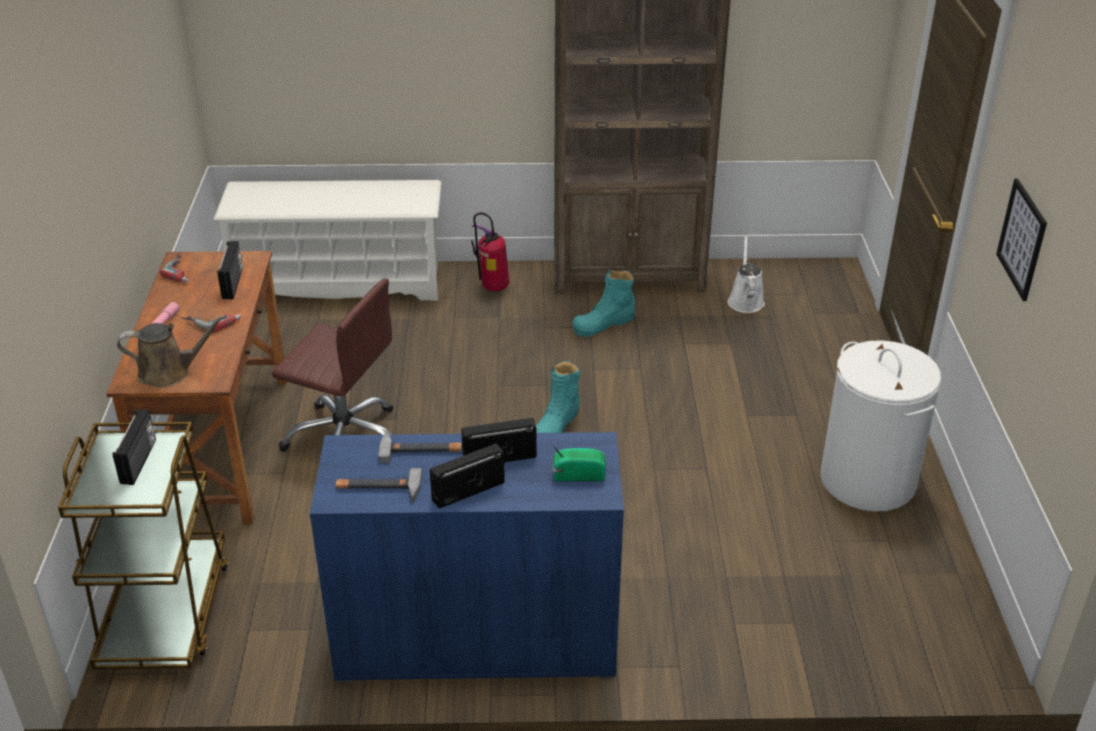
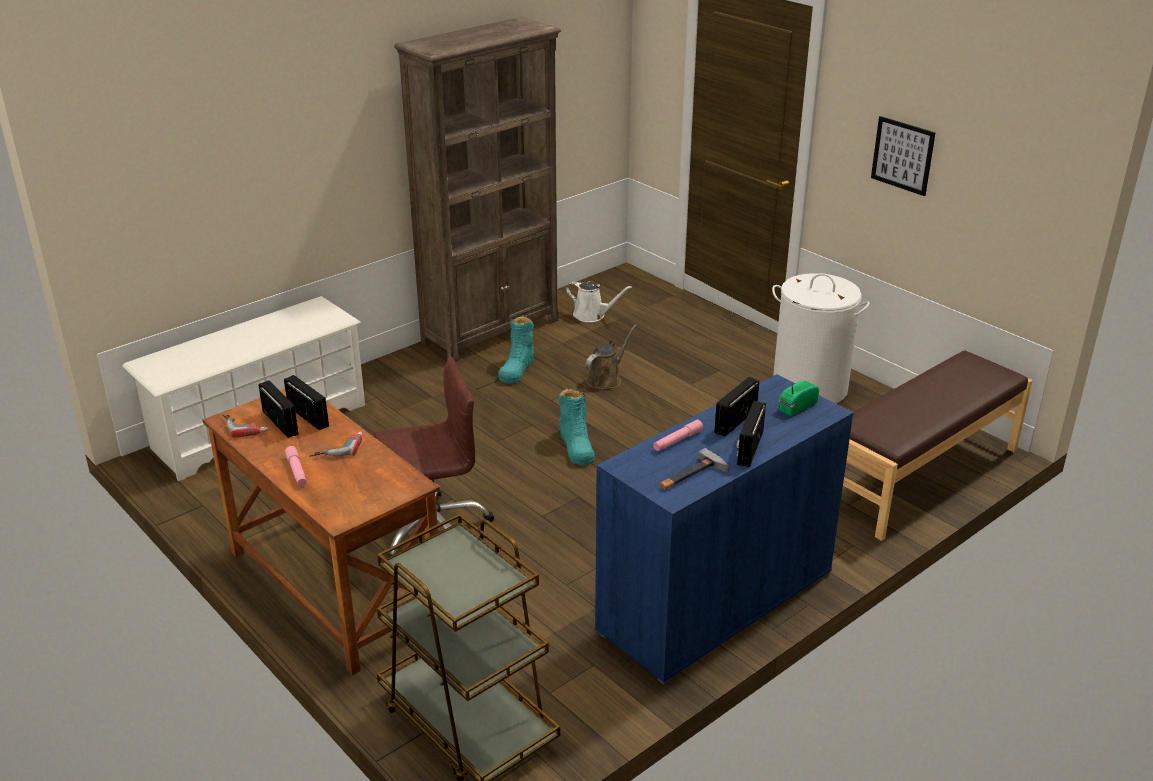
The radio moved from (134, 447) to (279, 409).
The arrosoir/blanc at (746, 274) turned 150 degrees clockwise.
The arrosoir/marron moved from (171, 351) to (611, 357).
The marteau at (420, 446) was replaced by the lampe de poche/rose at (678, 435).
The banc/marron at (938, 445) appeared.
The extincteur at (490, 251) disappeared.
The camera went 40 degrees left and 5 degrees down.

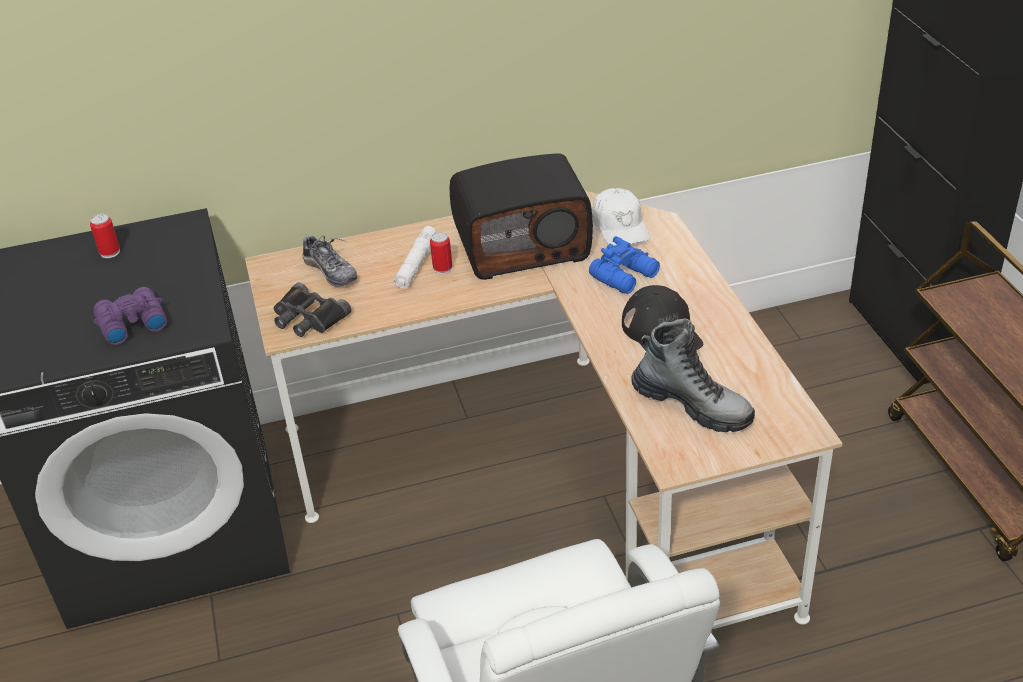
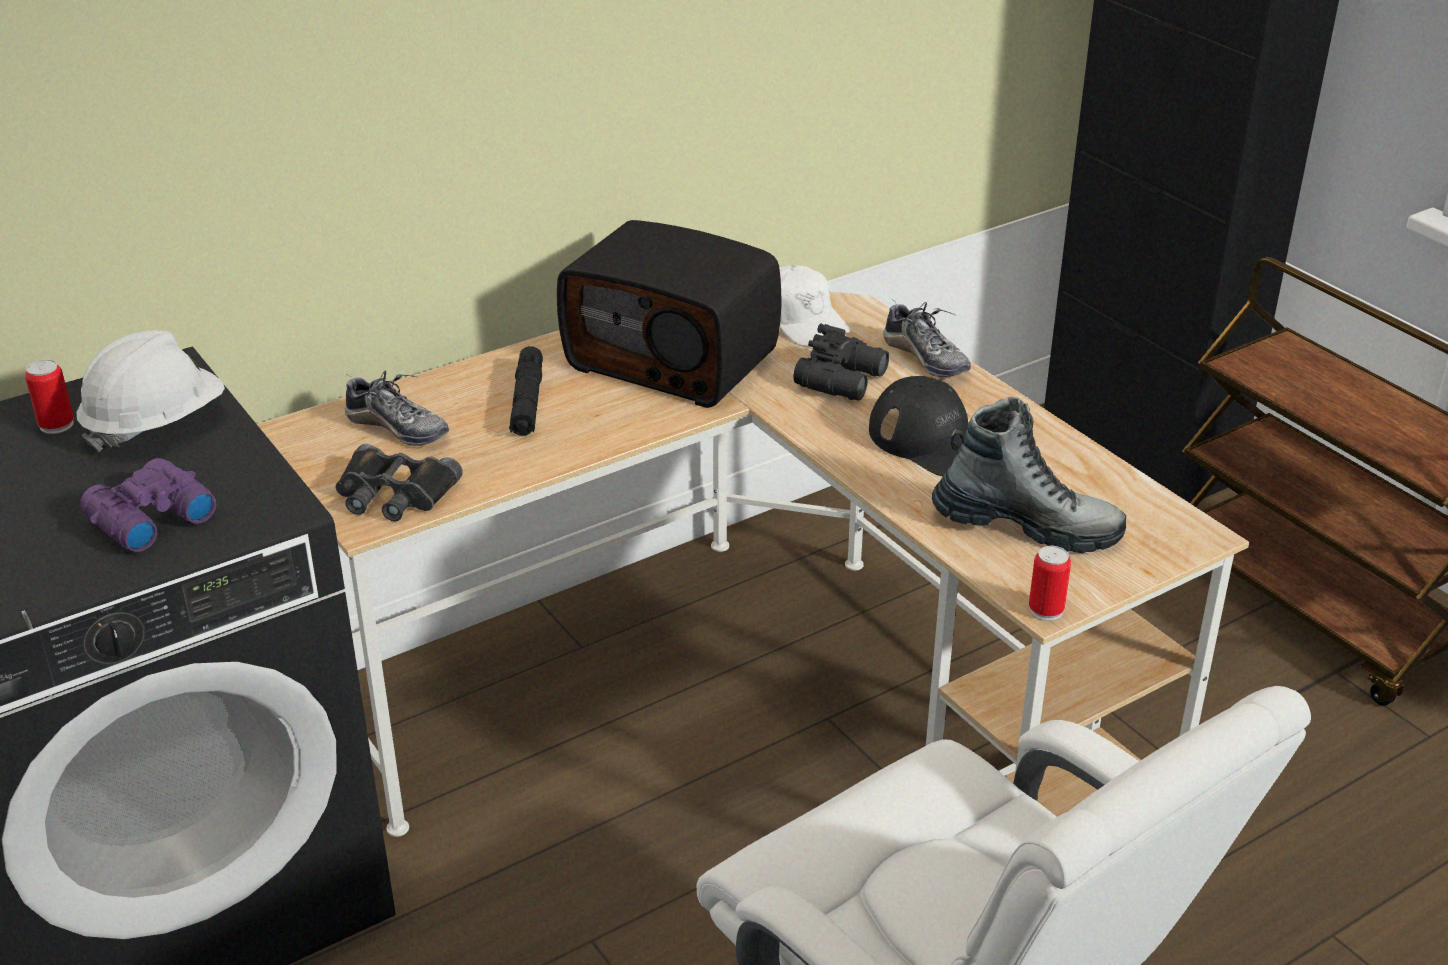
The casque de chantier/blanc at (150, 391) appeared.
The lampe de poche/blanc at (415, 257) became the lampe de poche/noir at (526, 390).
The radio at (521, 216) turned 60 degrees clockwise.
The jumelles/bleu at (624, 265) became the jumelles/noir at (841, 362).
The chaussure at (927, 338) appeared.
The boîte métallique moved from (441, 253) to (1050, 583).
The camera went 20 degrees left and 5 degrees down.

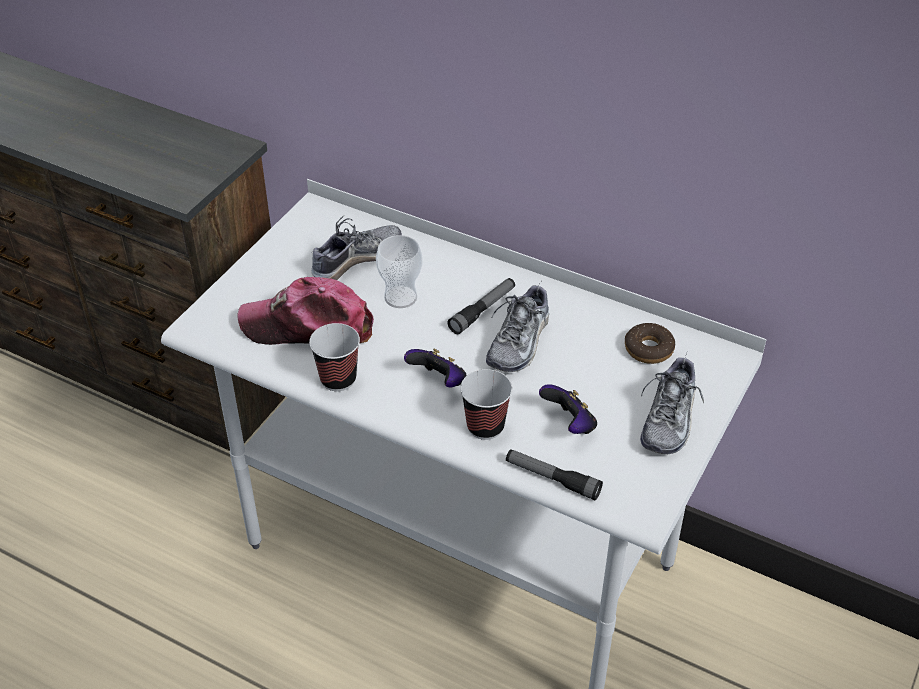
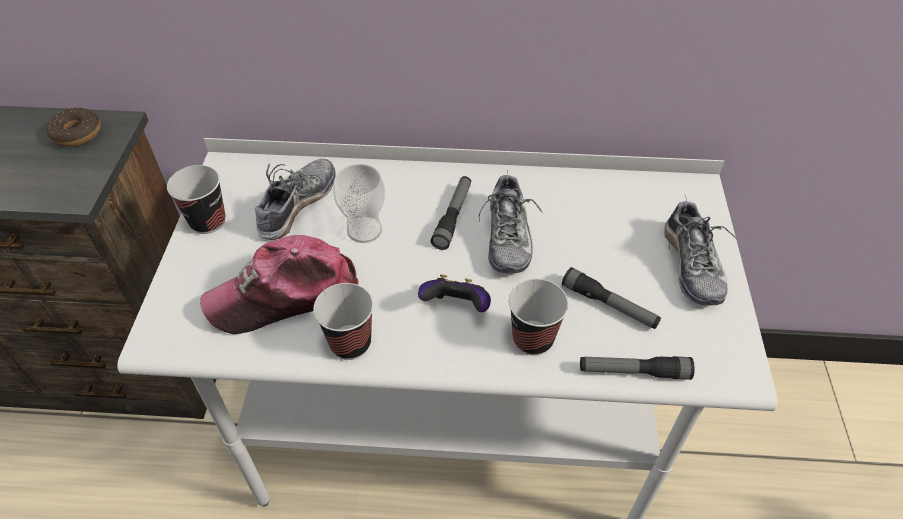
The beignet moved from (650, 343) to (73, 127).
The tasse at (196, 199) appeared.
The manette at (568, 409) was replaced by the lampe de poche at (611, 298).
The camera went 25 degrees left and 5 degrees up.

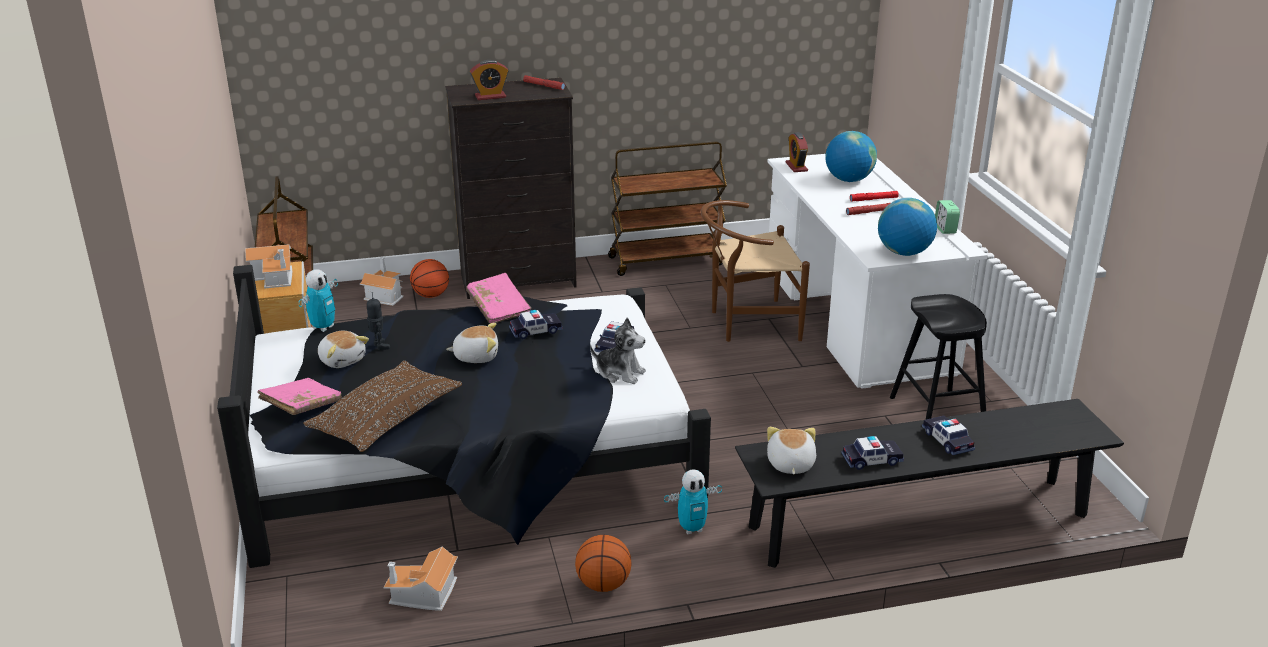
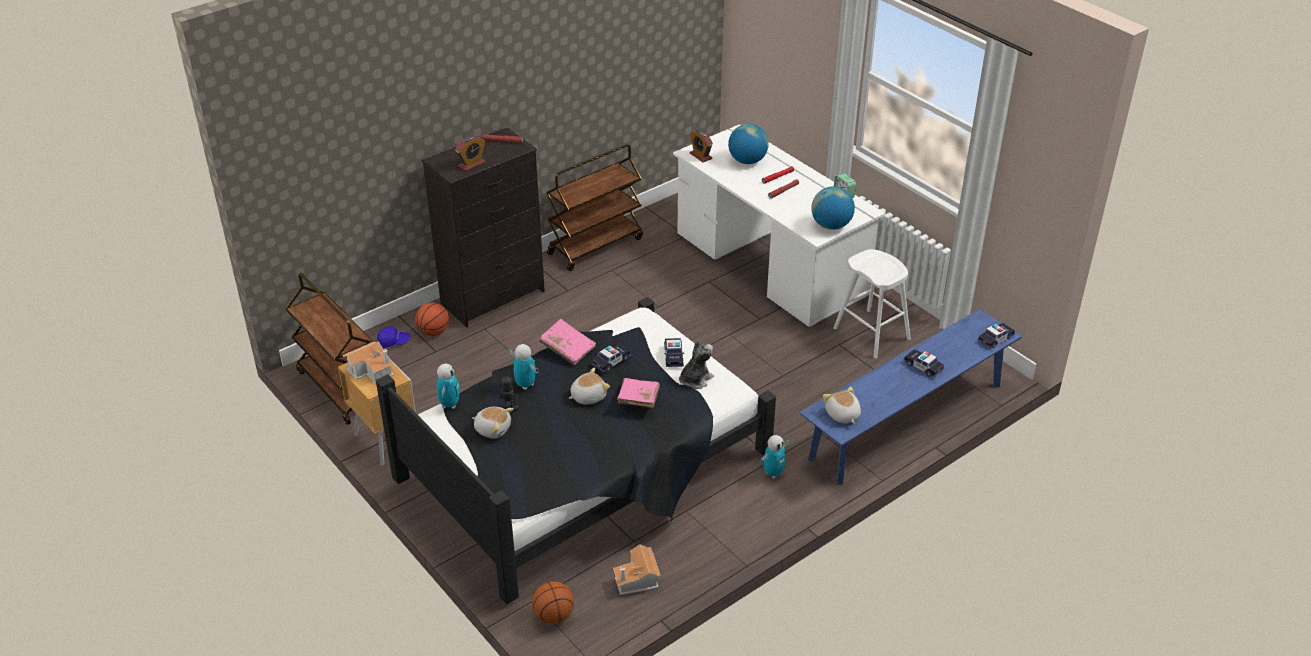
The maison miniature at (382, 281) was replaced by the casquette/bleu at (393, 337).
The robot jouet at (524, 367) appeared.
The ballon de basket moved from (603, 563) to (553, 602).
The livre/rose moved from (299, 396) to (638, 393).
The peluche at (618, 351) turned 45 degrees counterclockwise.
The banc/noir at (929, 483) became the banc/bleu at (910, 396).
The tabouret/noir at (938, 357) became the tabouret/blanc at (872, 303).
The petite voiture moved from (873, 453) to (996, 335).
The coussin/marron at (383, 406) disappeared.
The chaise/marron at (755, 271) disappeared.
The camera went 25 degrees left and 10 degrees up.

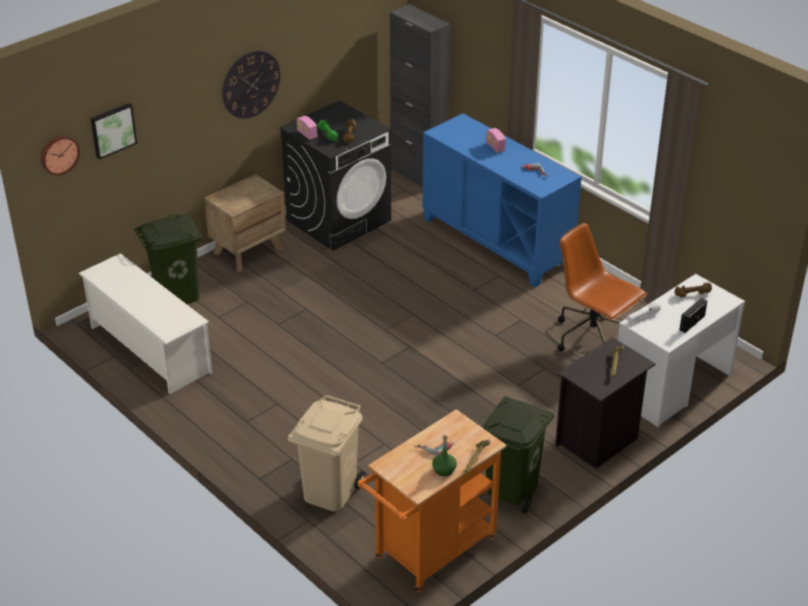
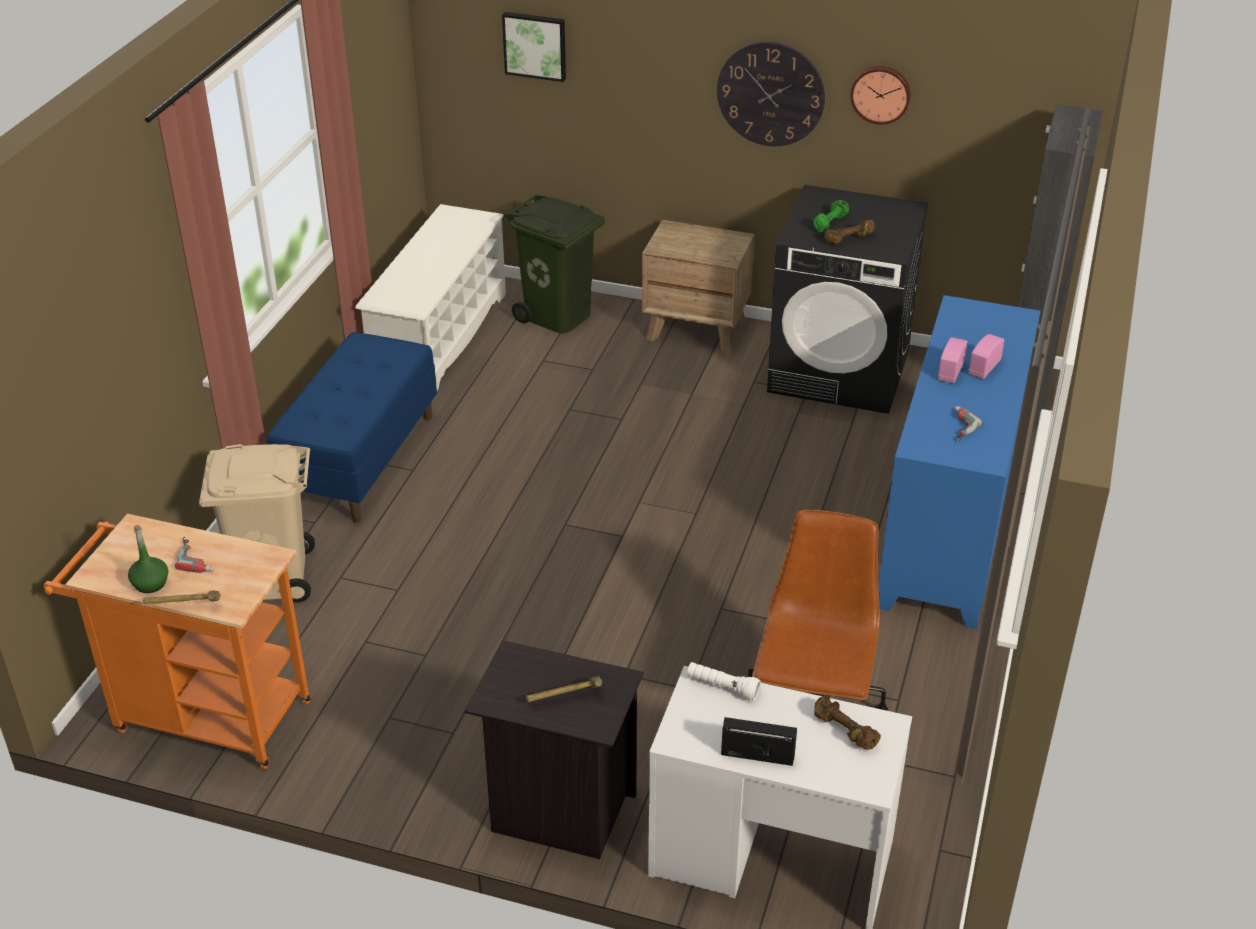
The banc/bleu at (352, 427) appeared.
The horloge murale moved from (60, 155) to (880, 95).
The radio moved from (307, 128) to (953, 360).
The poubelle/vert at (517, 455) disappeared.
The camera went 60 degrees right and 0 degrees up.

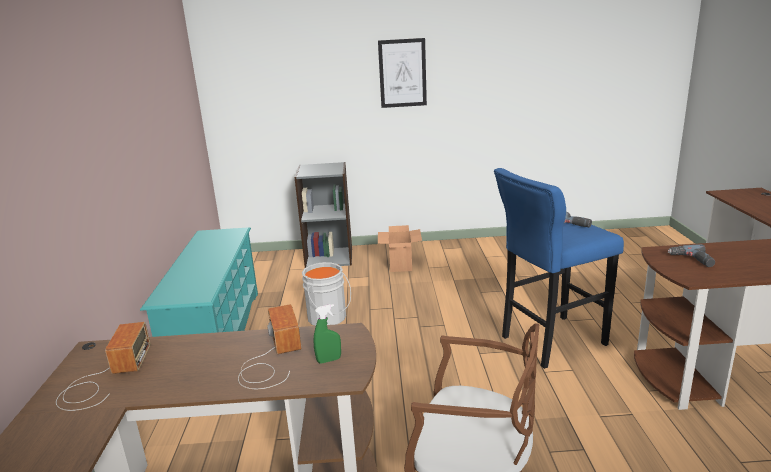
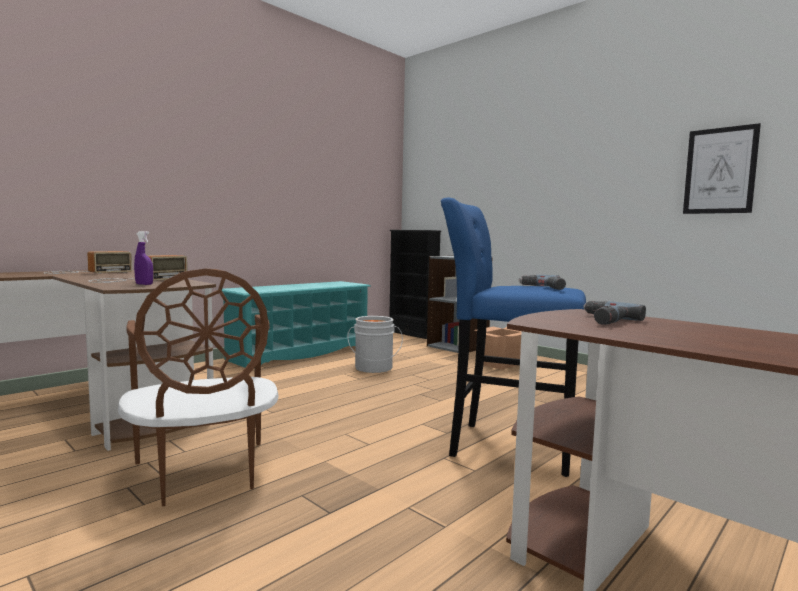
The vaporisateur/vert at (327, 334) became the vaporisateur/violet at (143, 258).
The bibliothèque/noir at (415, 284) appeared.
The tableau moved from (402, 73) to (722, 168).
The camera went 45 degrees right and 15 degrees down.

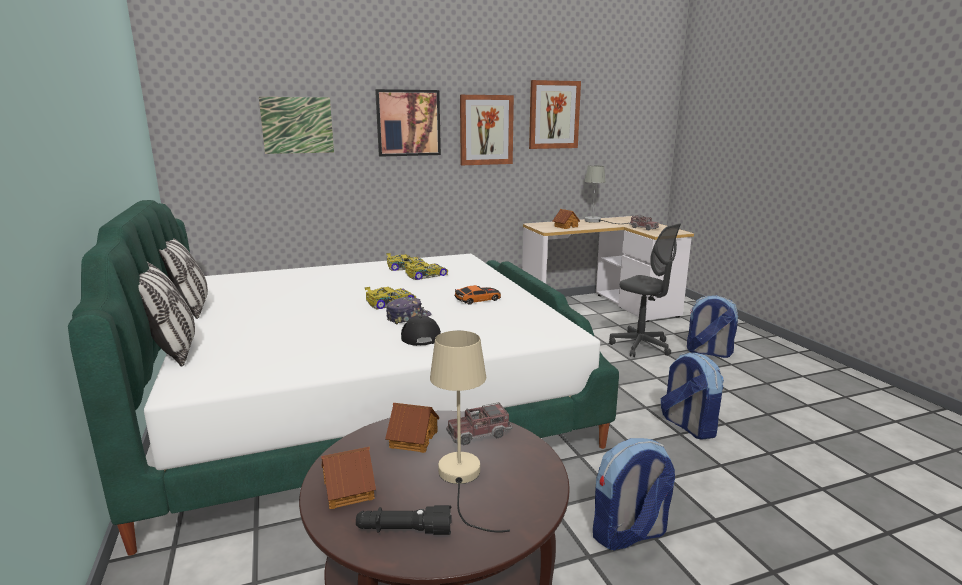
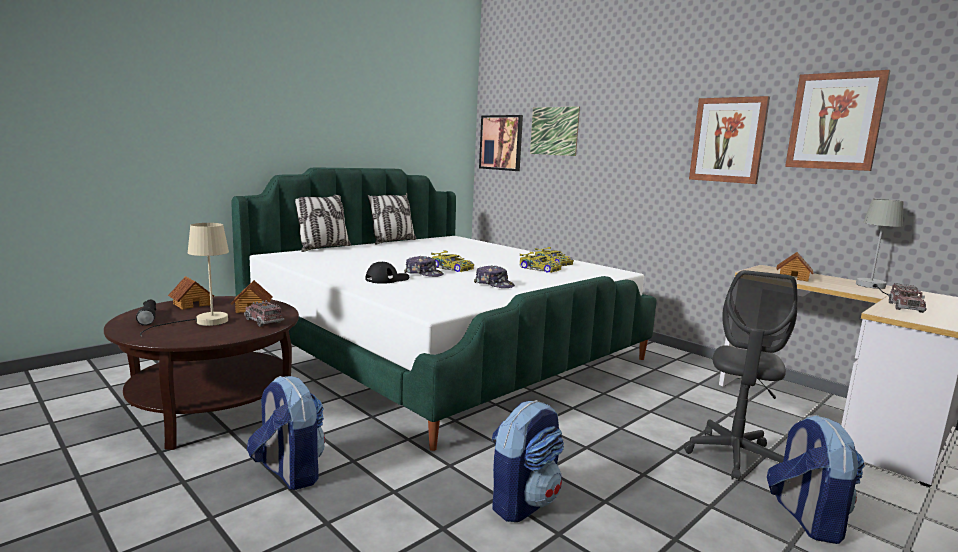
The petite voiture at (477, 295) was replaced by the casquette at (494, 276).
The tableau moved from (408, 123) to (501, 143).
The camera went 65 degrees right and 5 degrees down.

